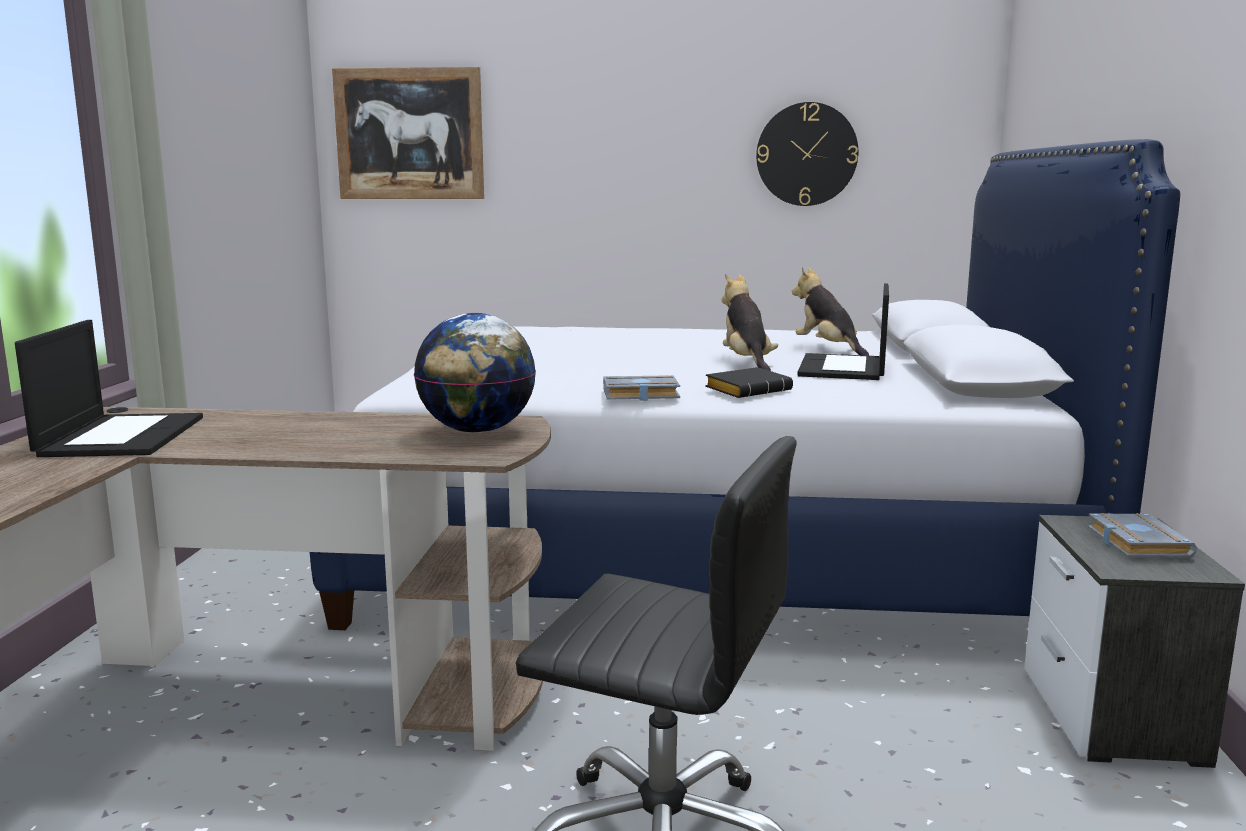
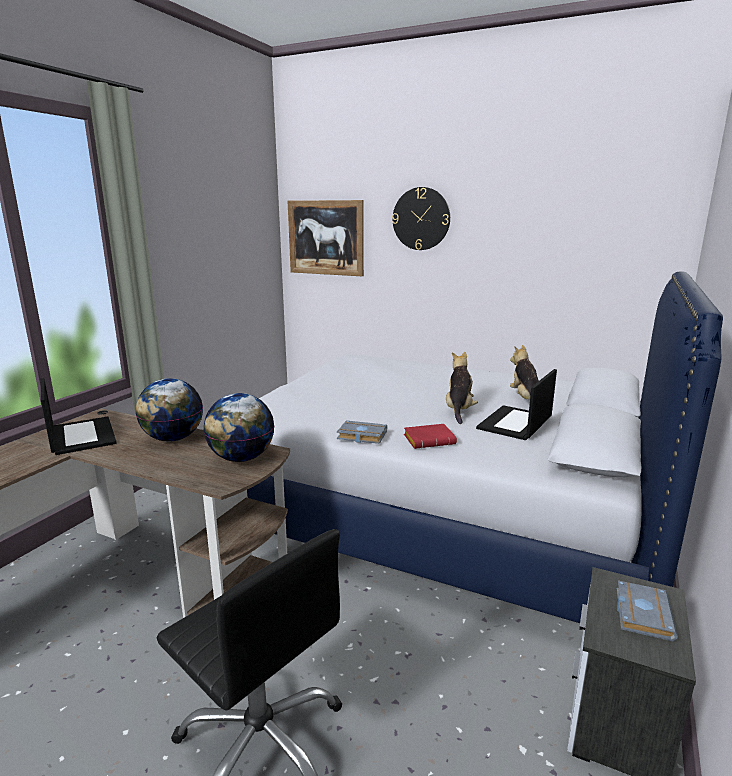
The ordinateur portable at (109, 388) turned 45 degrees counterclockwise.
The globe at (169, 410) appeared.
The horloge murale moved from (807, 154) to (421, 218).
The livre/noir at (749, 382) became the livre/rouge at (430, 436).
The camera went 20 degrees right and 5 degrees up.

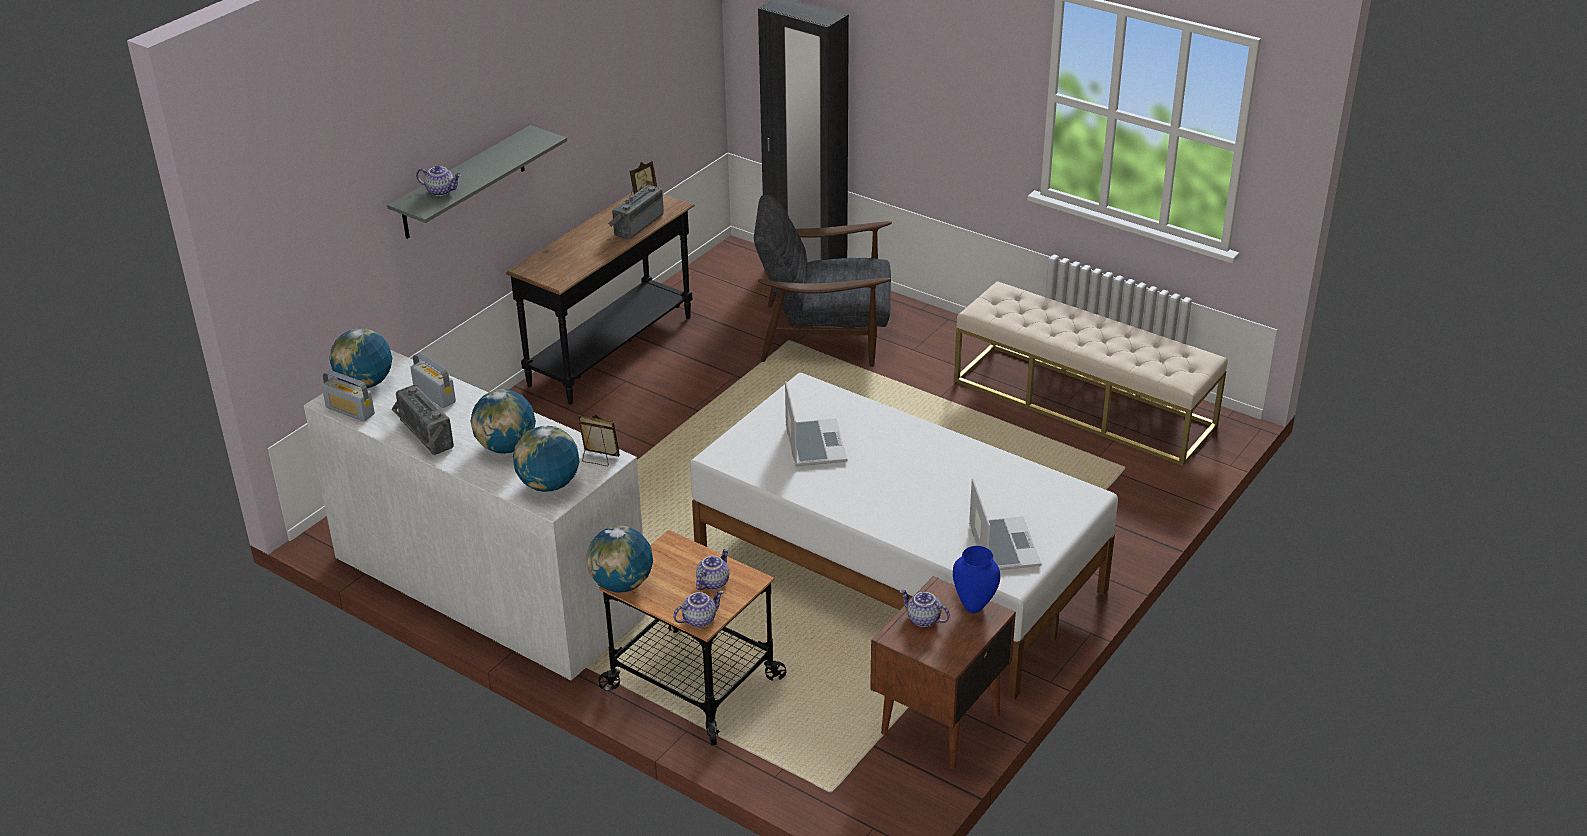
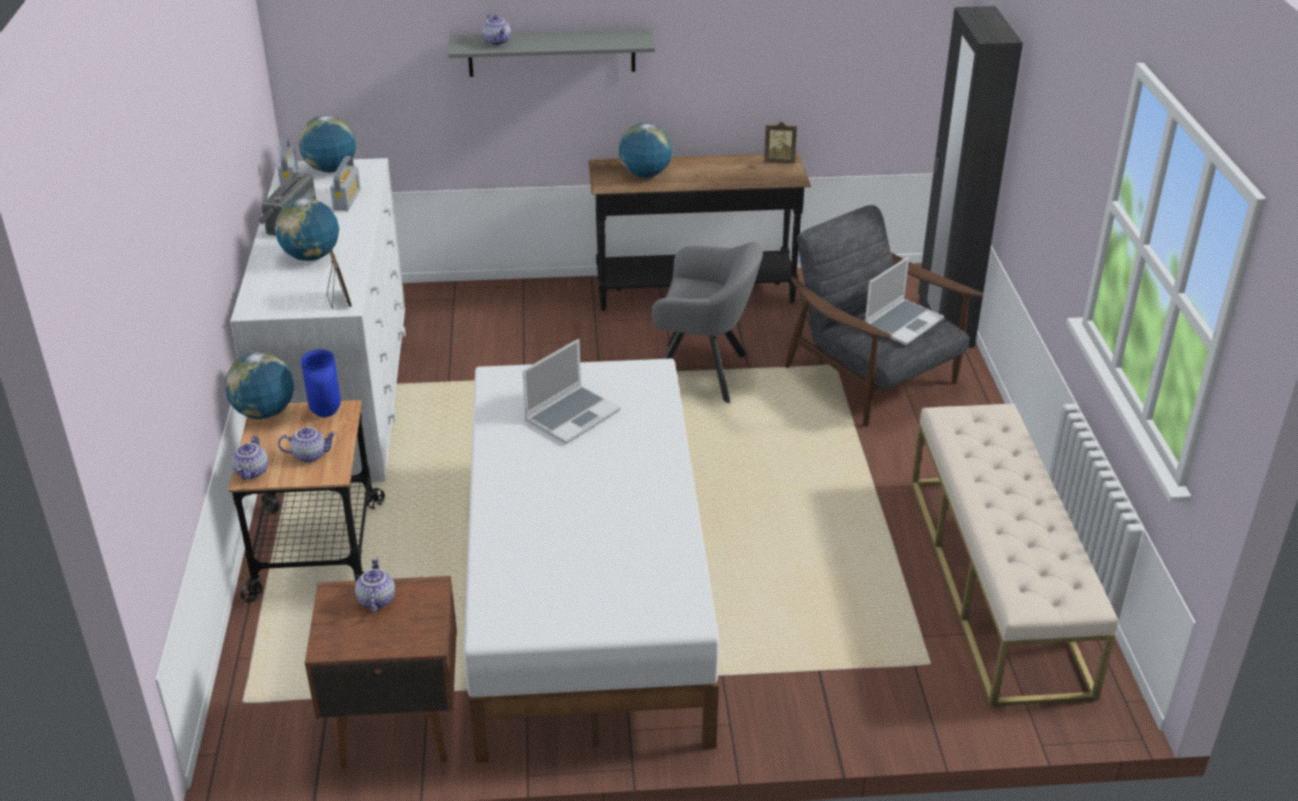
The théière at (698, 608) turned 75 degrees clockwise.
The vase/bleu moved from (976, 579) to (321, 383).
The globe moved from (546, 459) to (645, 150).
The fauteuil/gris at (707, 322) appeared.
The ordinateur portable moved from (1005, 524) to (904, 300).
The radio at (636, 212) disappeared.
The camera went 50 degrees right and 0 degrees up.

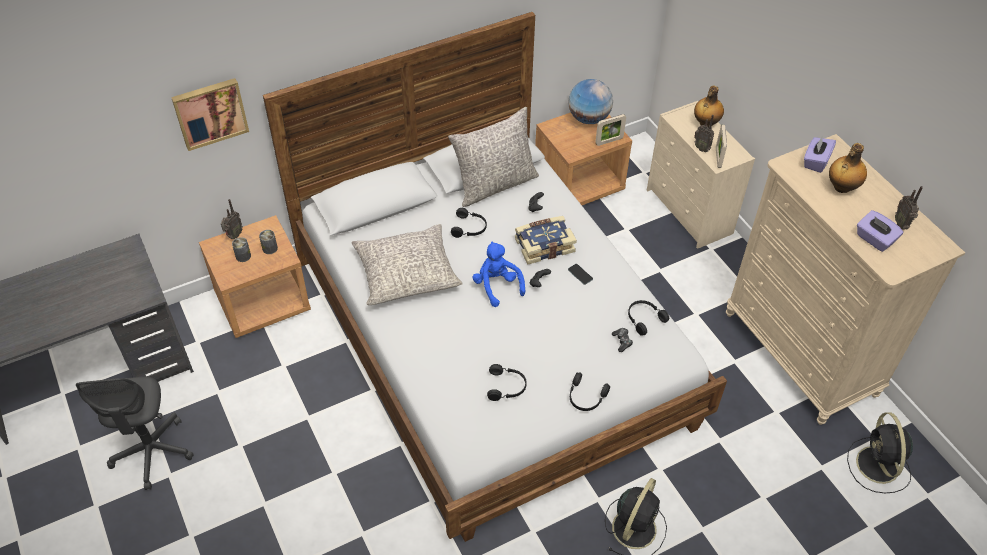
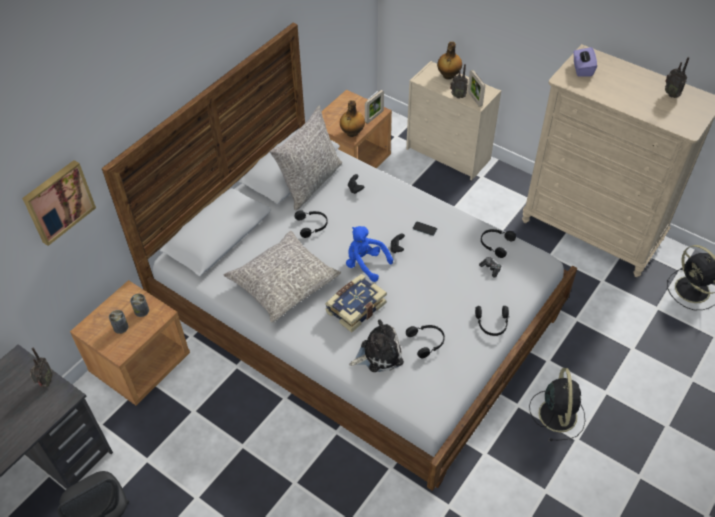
The radio moved from (232, 219) to (41, 368).
The livre moved from (546, 240) to (356, 303).
The bouteille moved from (848, 168) to (352, 118).
The peluche at (377, 345) appeared.
The globe at (590, 101) disappeared.
The boîte à mouchoirs/violet at (880, 231) disappeared.
The camera went 25 degrees left and 0 degrees up.

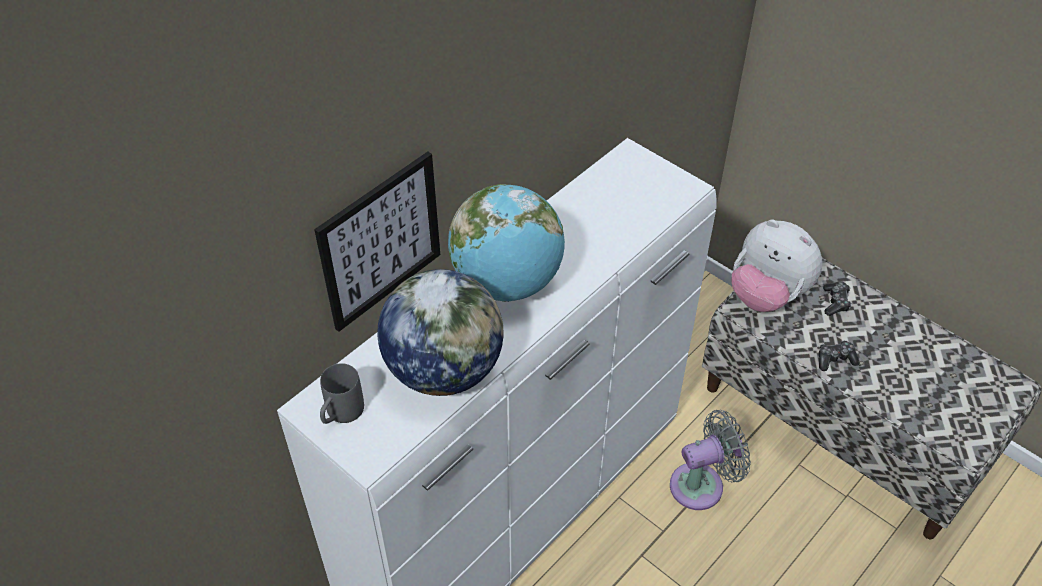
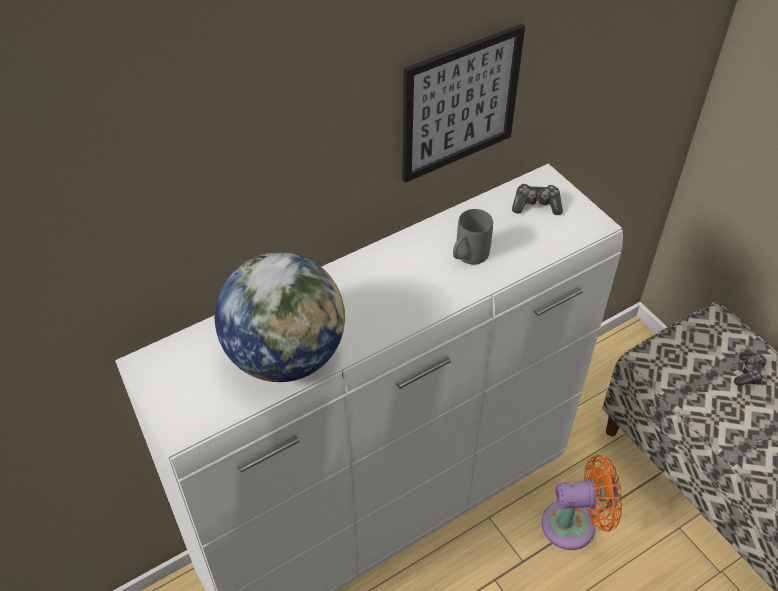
The tableau moved from (377, 242) to (463, 103).
The mug/gris moved from (342, 393) to (473, 237).
The manette moved from (839, 355) to (537, 199).
The ventilateur/gris at (710, 460) became the ventilateur/orange at (581, 502).
The globe at (506, 243) disappeared.
The peluche at (777, 265) disappeared.
The camera went 15 degrees right and 0 degrees up.

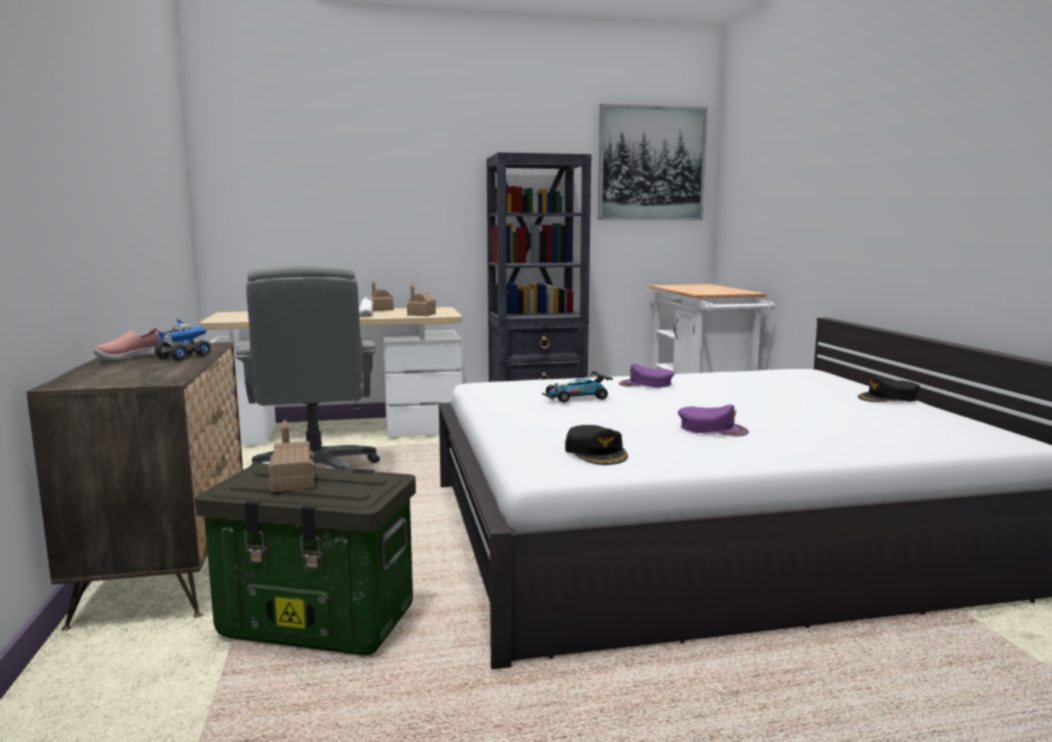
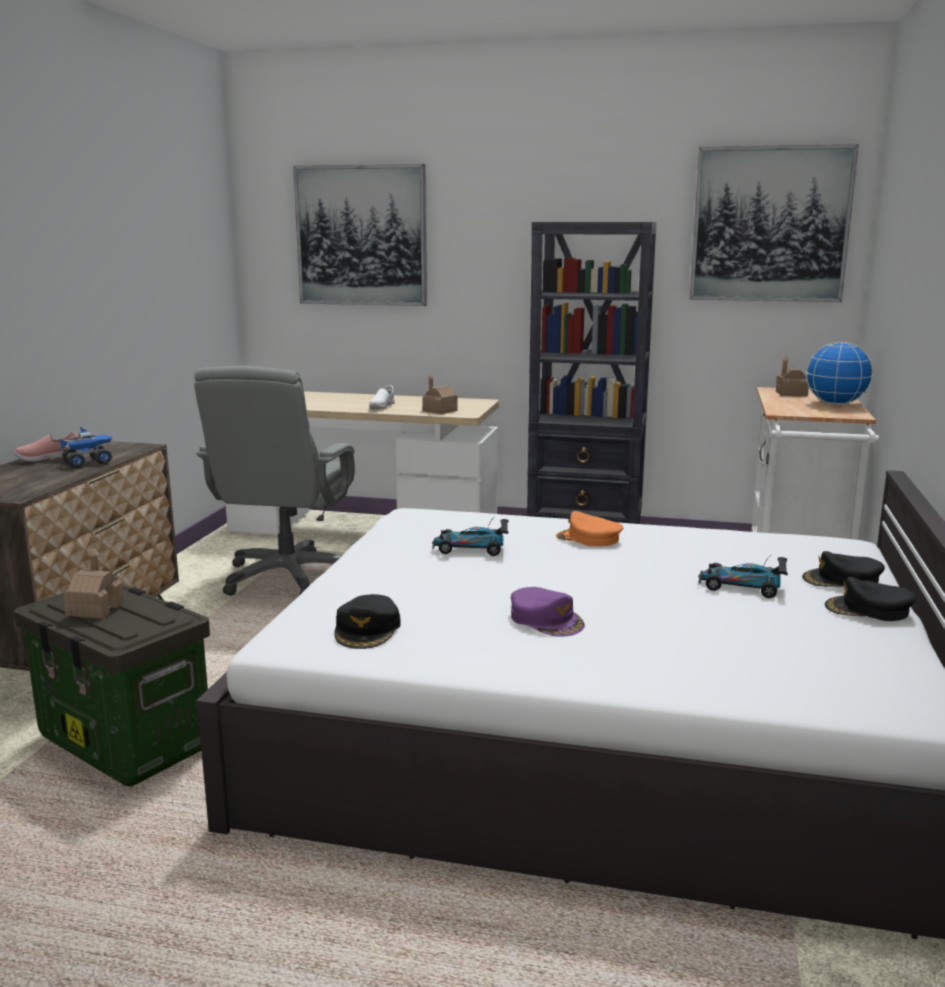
The tableau at (360, 235) appeared.
The casquette/violet at (647, 375) became the casquette/orange at (590, 529).
The petite voiture at (743, 576) appeared.
The maison miniature moved from (382, 295) to (792, 375).
The casquette/noir at (843, 569) appeared.
The globe at (839, 373) appeared.
The camera went 25 degrees right and 5 degrees up.

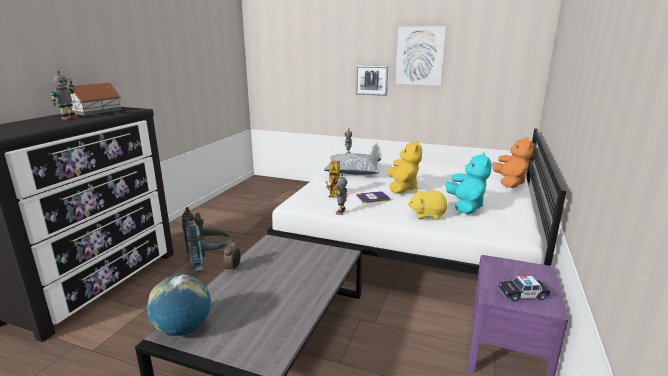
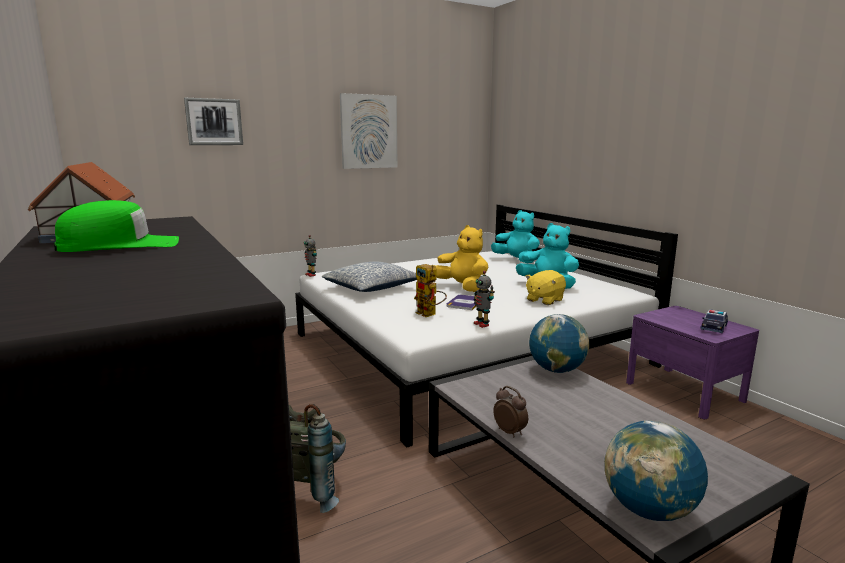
The robot jouet at (63, 95) was replaced by the casquette/vert at (116, 226).
The tableau moved from (371, 80) to (213, 121).
The peluche/orange at (513, 162) became the peluche/turquoise at (515, 236).
The globe at (559, 343) appeared.
The camera went 50 degrees left and 5 degrees down.

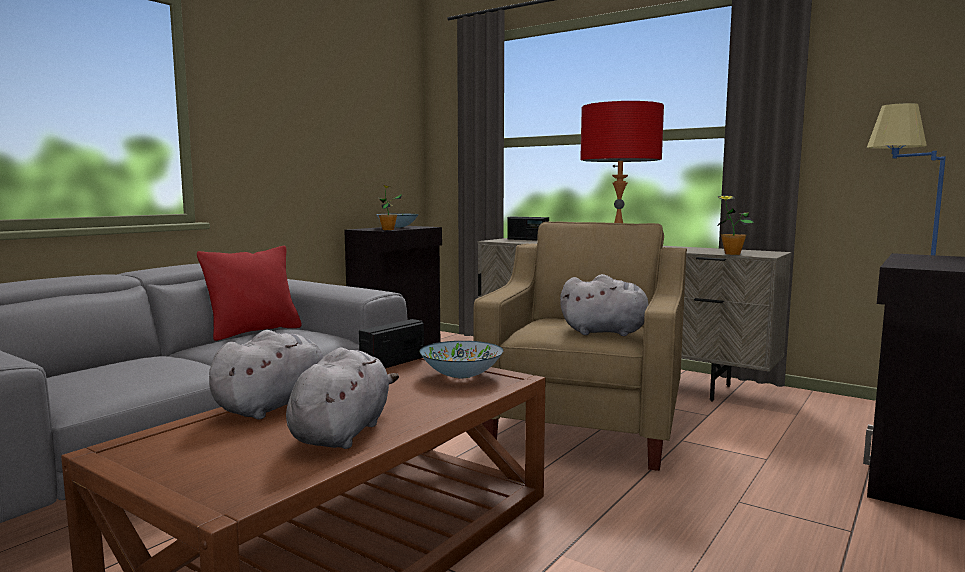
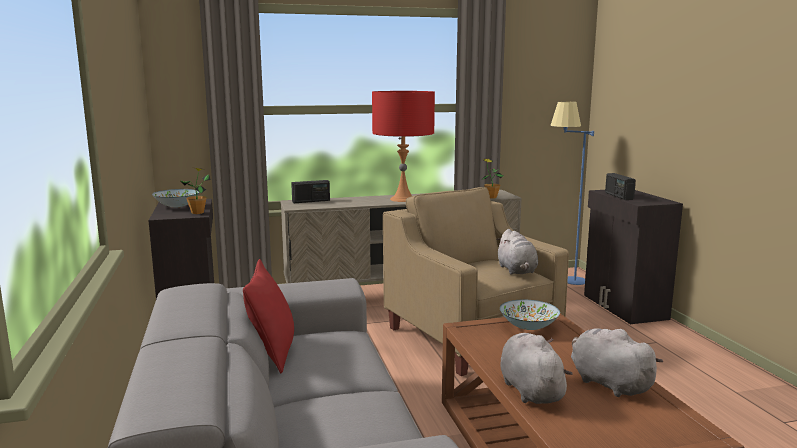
The peluche/gris at (604, 305) turned 120 degrees clockwise.
The radio moved from (391, 343) to (620, 186).
The camera went 50 degrees left and 5 degrees up.

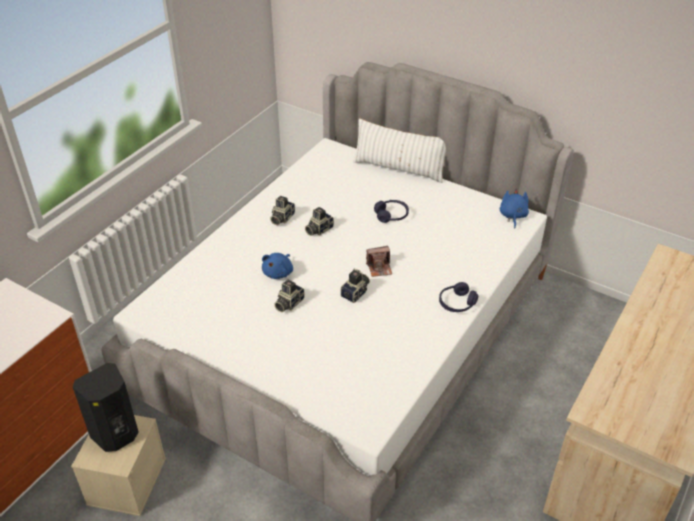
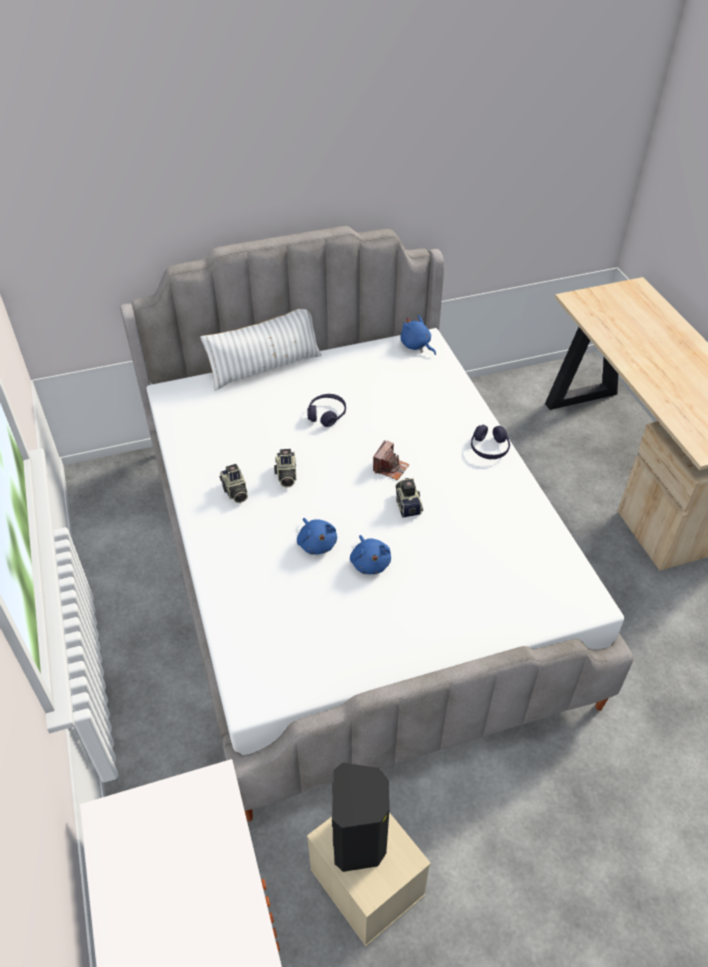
The appareil photo at (289, 296) was replaced by the peluche/bleu at (370, 554).
The camera went 50 degrees left and 5 degrees up.

